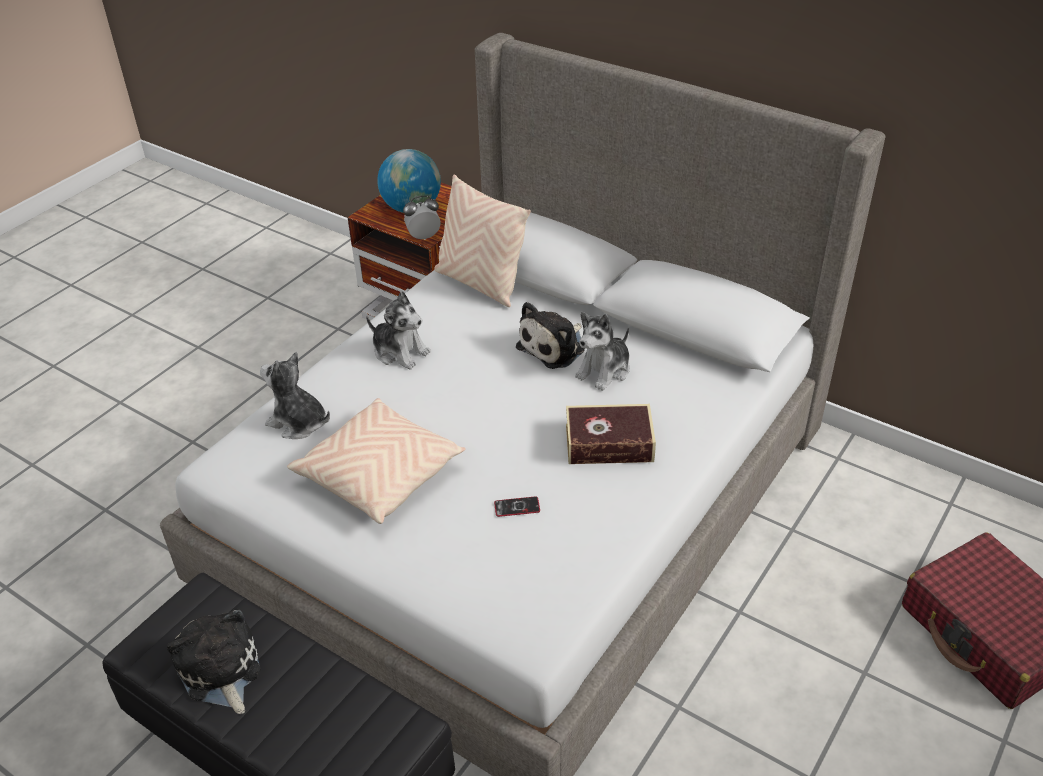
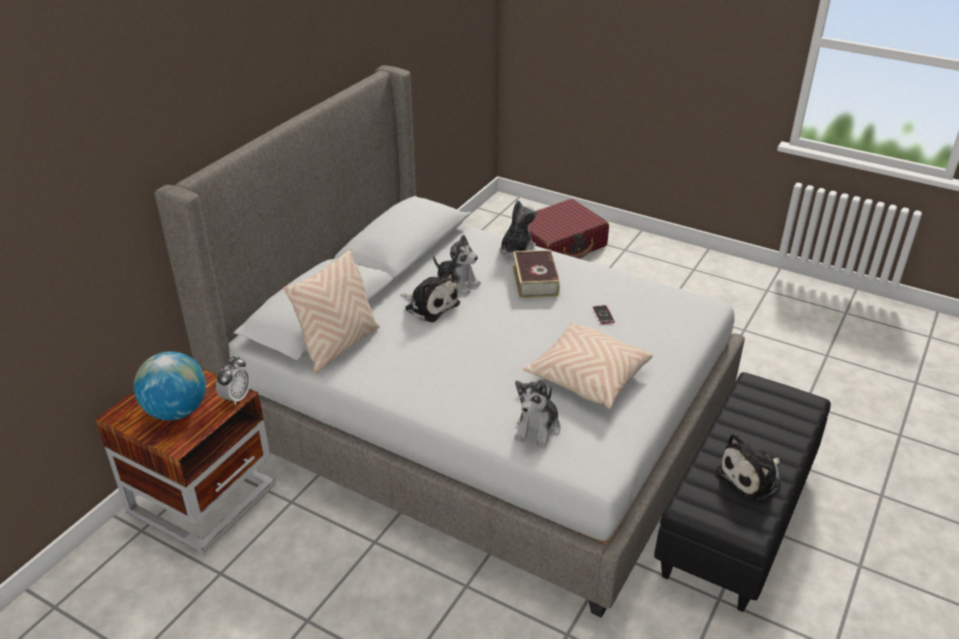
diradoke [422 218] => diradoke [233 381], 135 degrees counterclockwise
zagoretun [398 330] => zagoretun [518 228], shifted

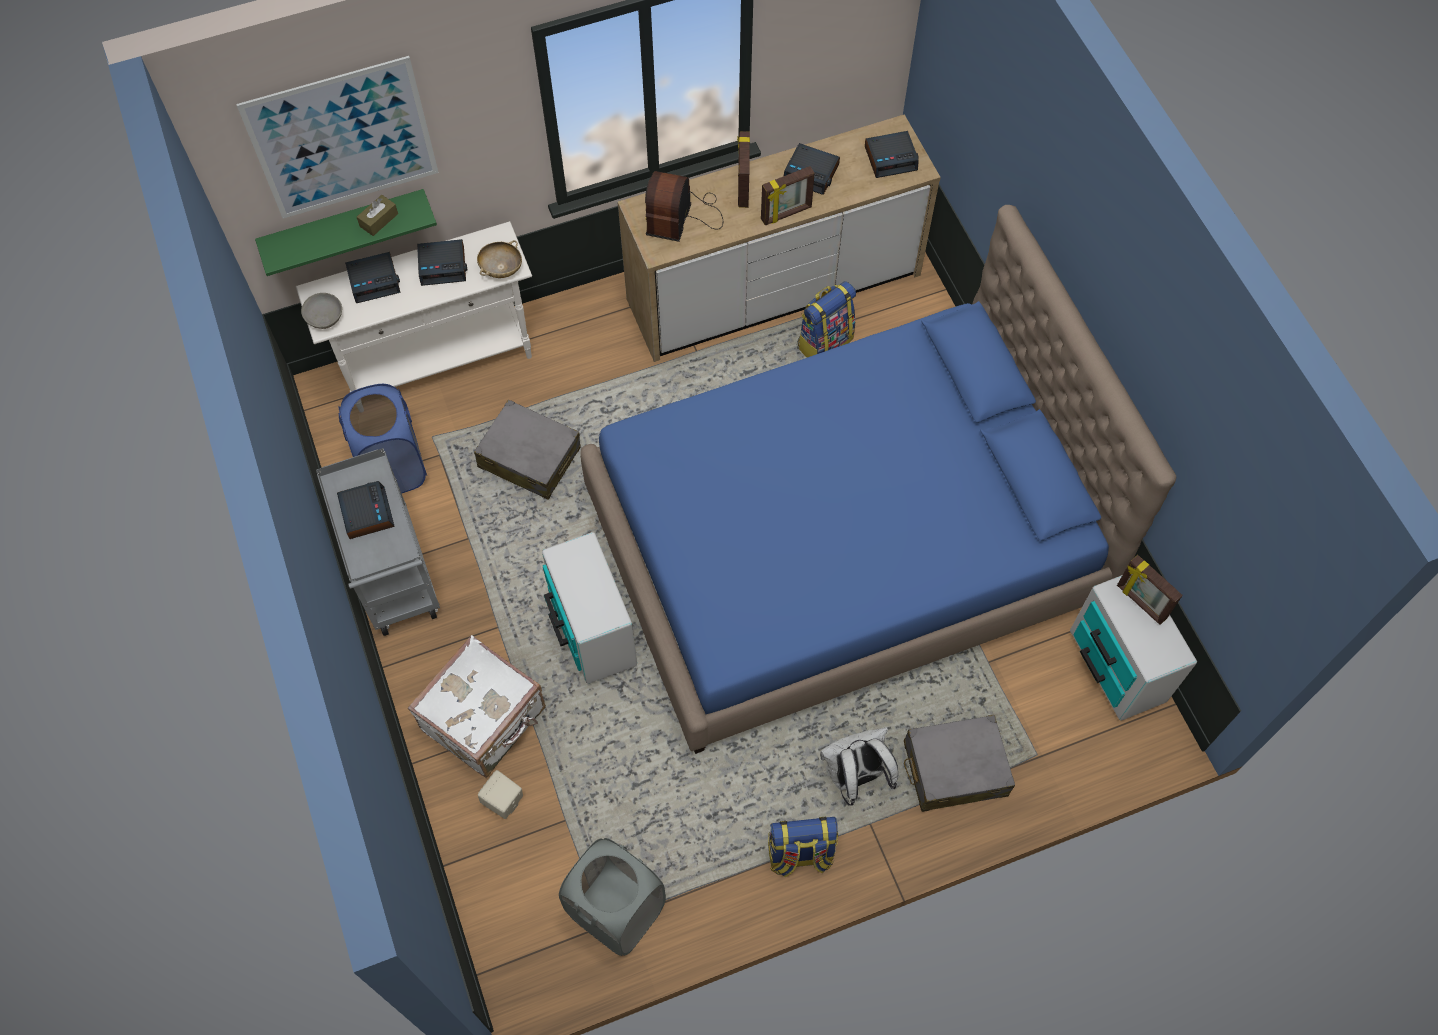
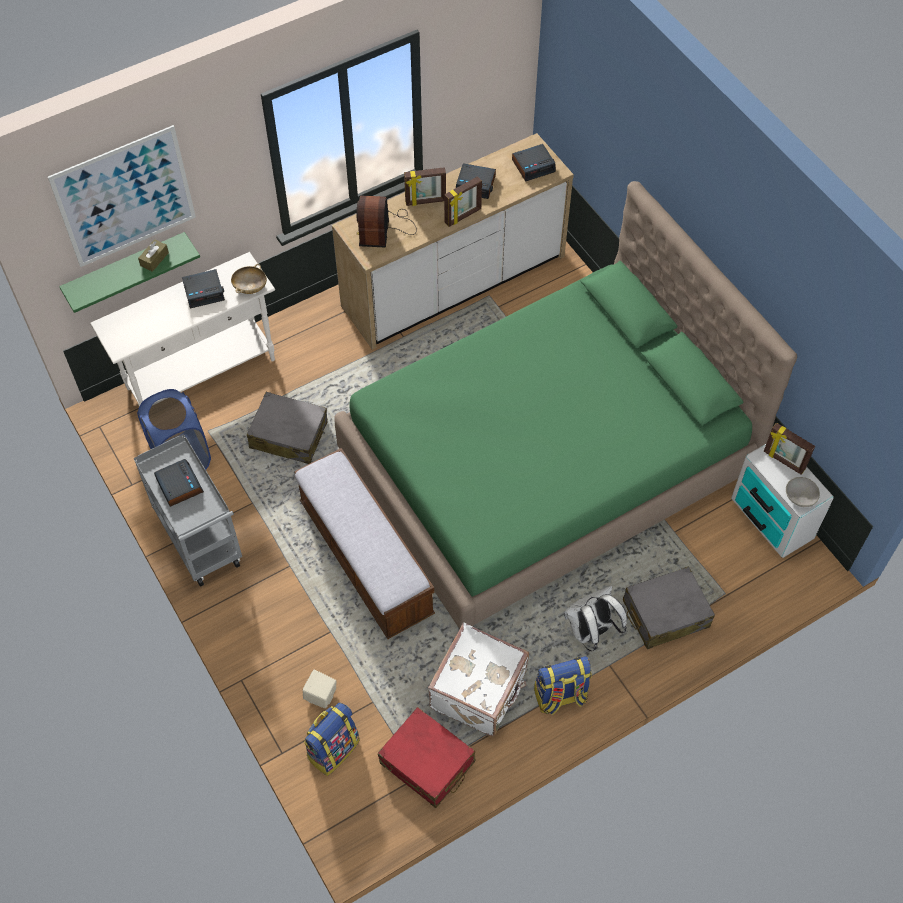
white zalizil [589 608] => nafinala [364 543]
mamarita [827 319] => mamarita [332 739], shifted
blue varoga [878 479] => green varoga [565 405]
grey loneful [612 897] => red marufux [426 757]
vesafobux [743 169] => vesafobux [425 186], 90 degrees counterclockwise
white marufux [477 706] => white marufux [478 679], shifted
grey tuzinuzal [321 311] => grey tuzinuzal [803 492], shifted
diradoke [373 277] => nothing

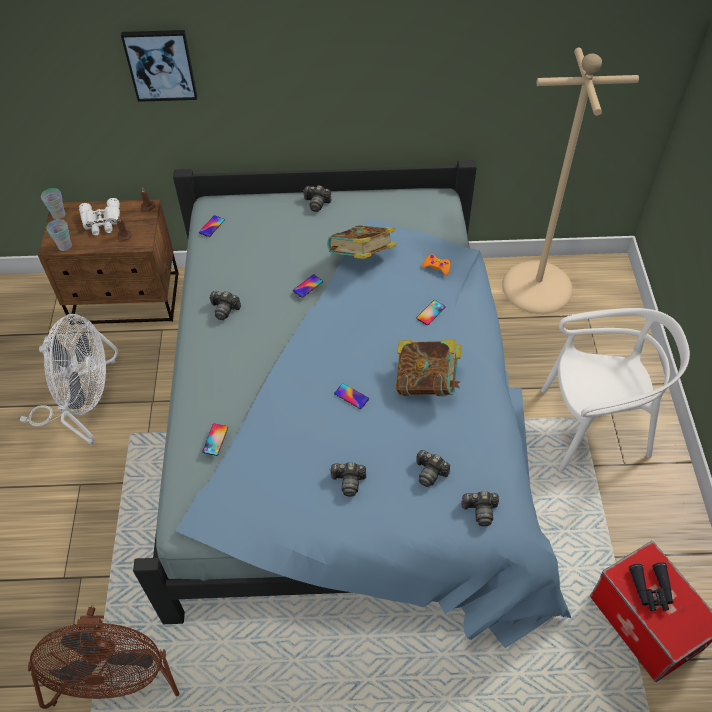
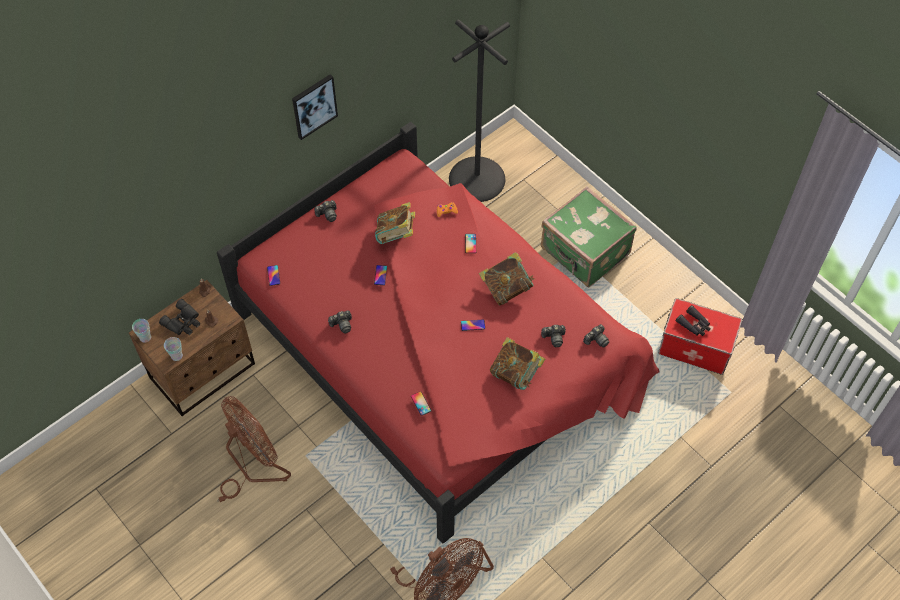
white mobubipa [99 216] => black mobubipa [179 317]
blue varoga [352 404] => red varoga [438 333]
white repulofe [68 379] => brown repulofe [254 449]
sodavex [159 66] => sodavex [315 107], shifted
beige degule [570 181] => black degule [479 111]
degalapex [348 479] => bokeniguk [517 363]
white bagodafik [615 390] => green marufux [589 237]

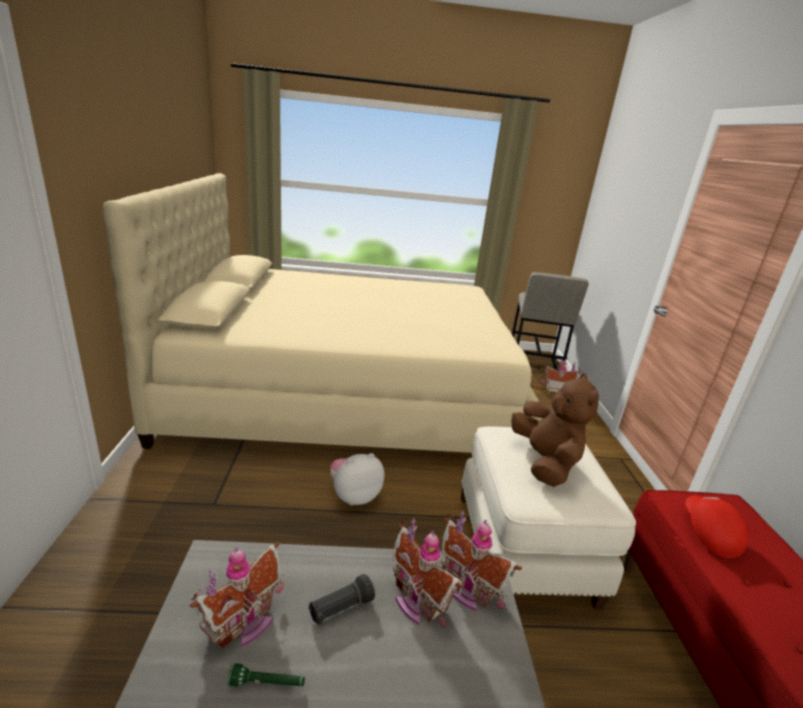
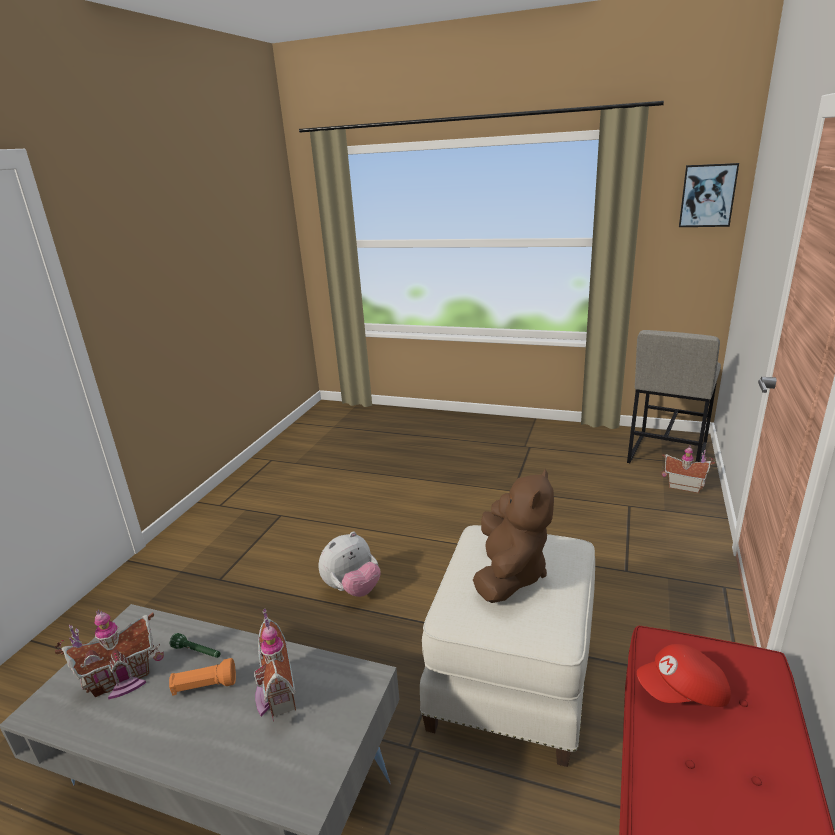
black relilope [341 599] => orange relilope [202 677]
green relilope [266 674] => green relilope [195 645], shifted
zagoretun [357 479] => zagoretun [349 564], 150 degrees clockwise
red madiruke [716 527] => red madiruke [684 675], 120 degrees counterclockwise
nothing => sodavex [709 195]
beige varoga [322 313] => nothing
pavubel [481 560] => nothing

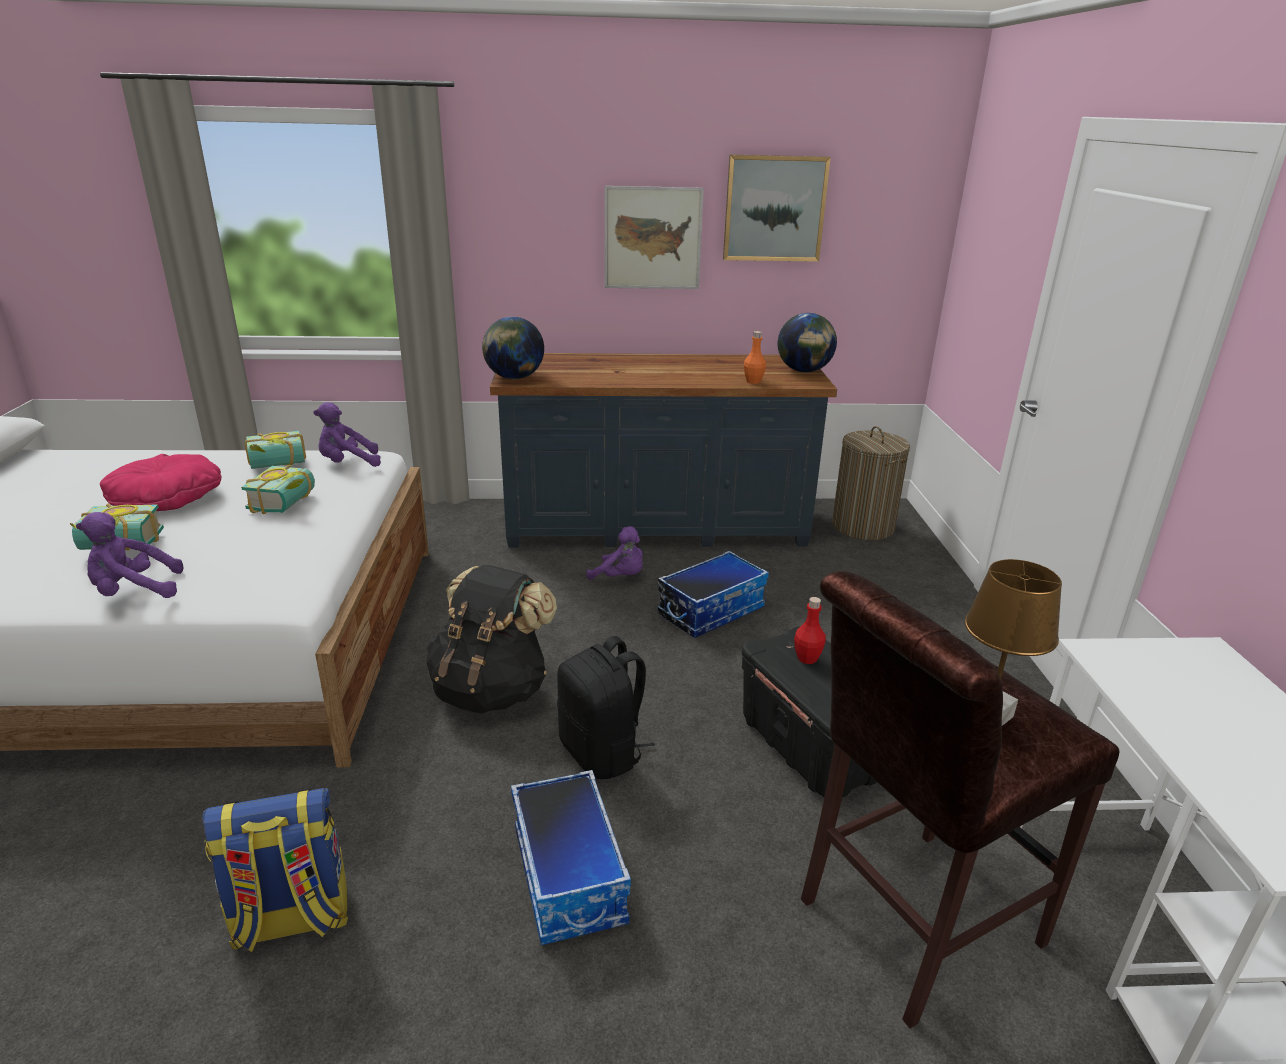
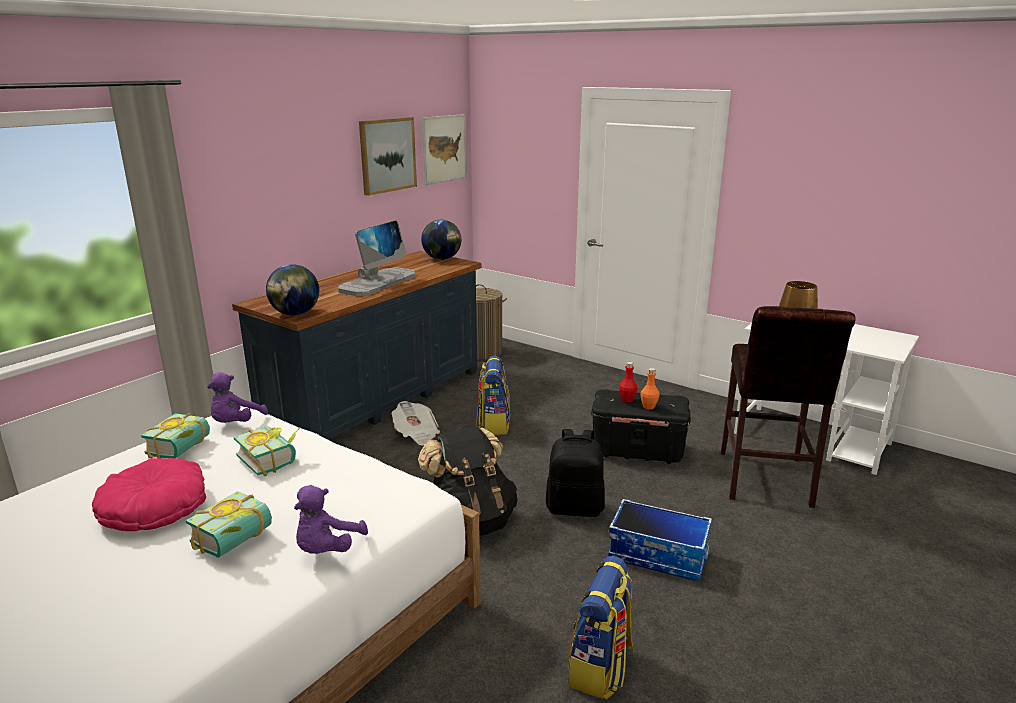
nothing => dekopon [377 258]
purple zagoretun [614 553] => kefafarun [415 423]
sodavex [654 237] => sodavex [444 149], shifted
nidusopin [713 594] => mamarita [493 395]
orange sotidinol [755 357] => orange sotidinol [650 388], shifted

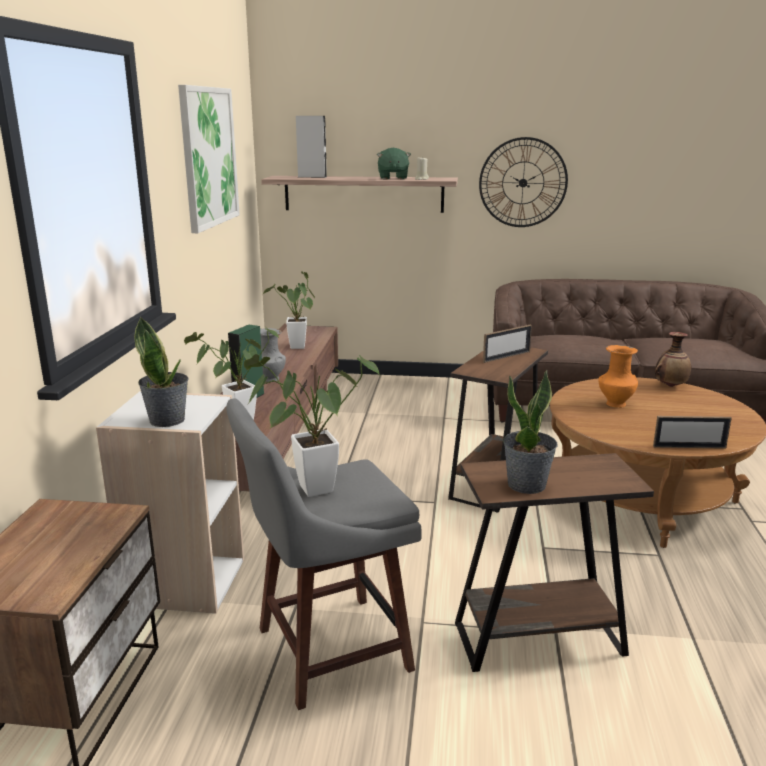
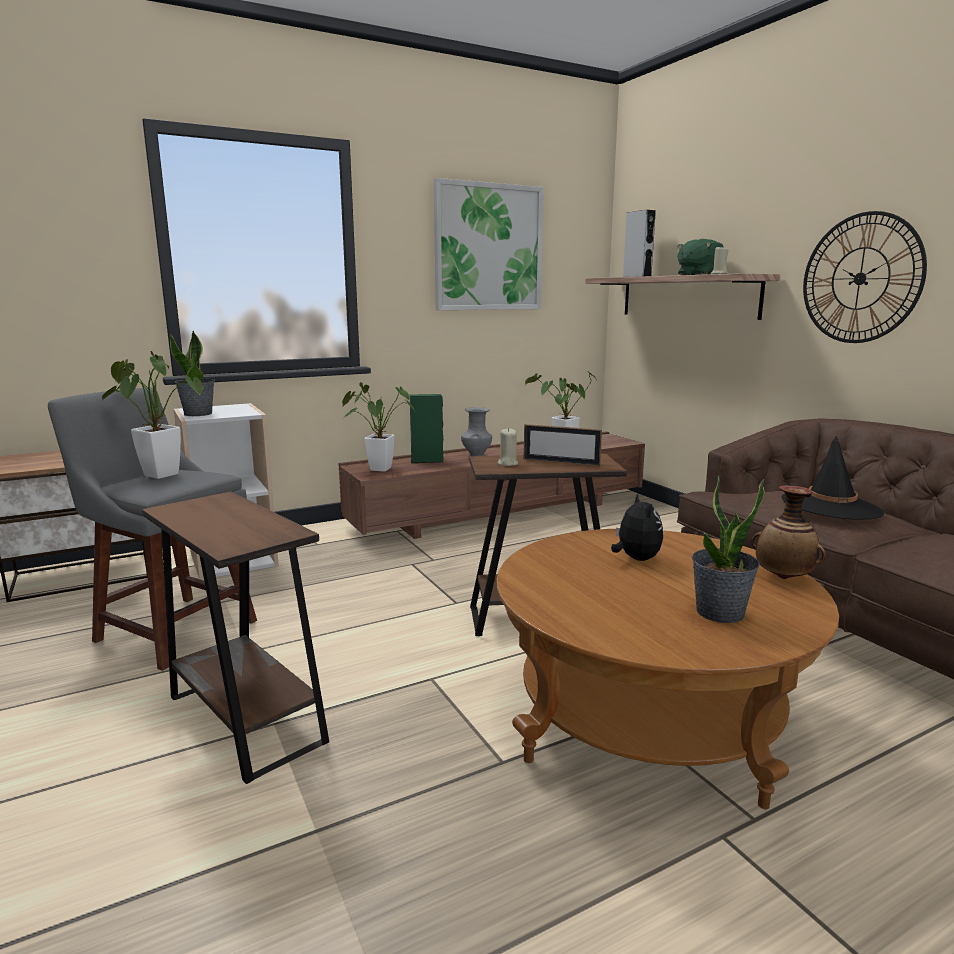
nothing => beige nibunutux [508 447]
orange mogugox [618 376] => zagoretun [637 527]
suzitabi [530 432] => suzitabi [728 549], shifted
nothing => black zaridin [833 478]
vesafobux [692 432] => nothing

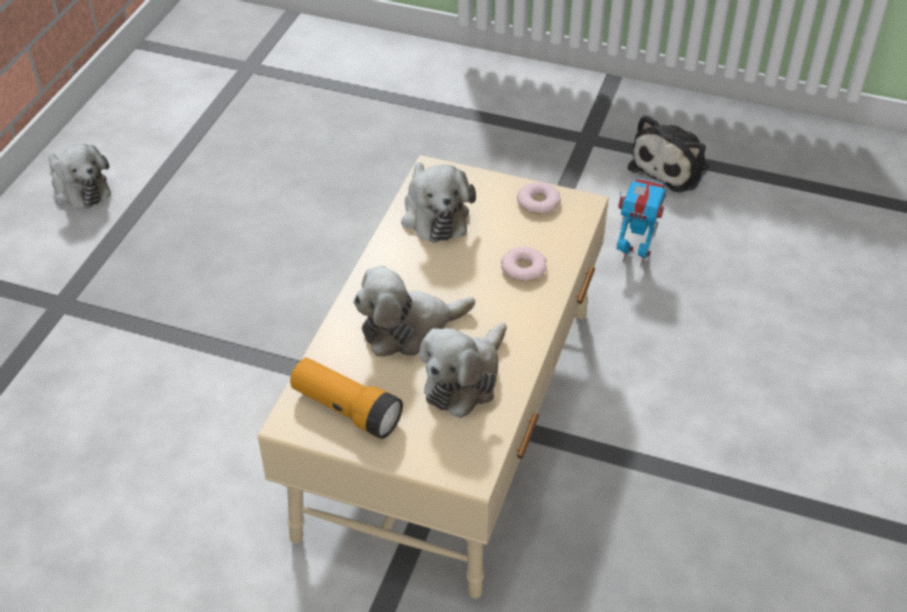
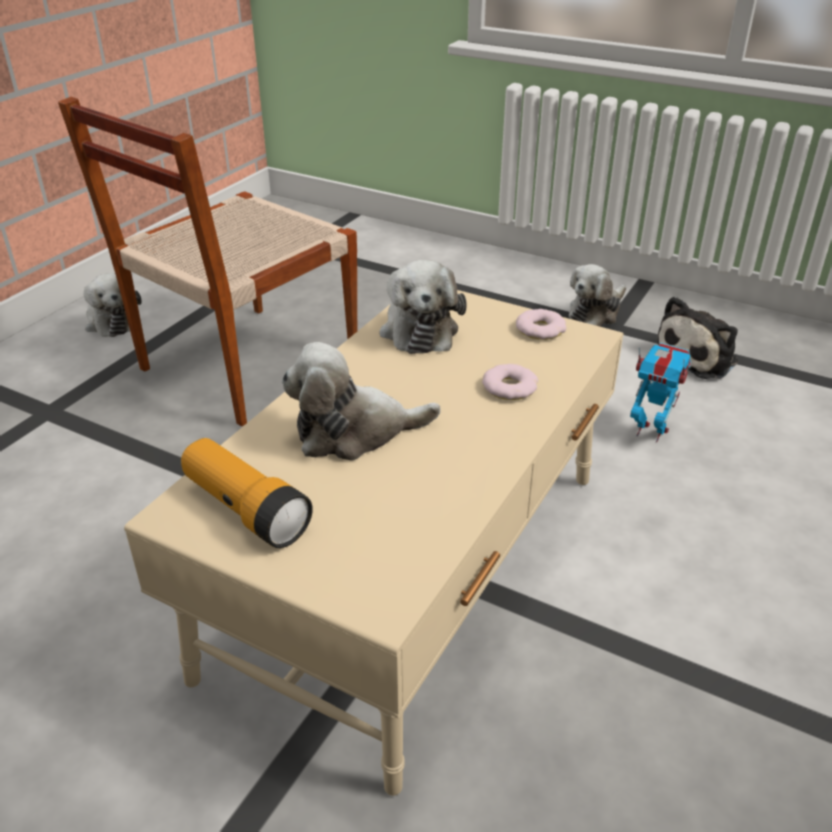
nothing => bagodafik [207 261]
zagoretun [463 370] => zagoretun [597 295], shifted

